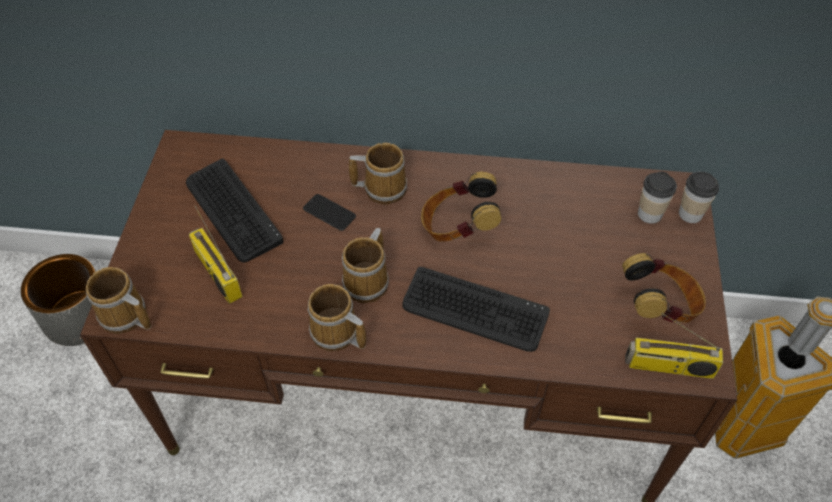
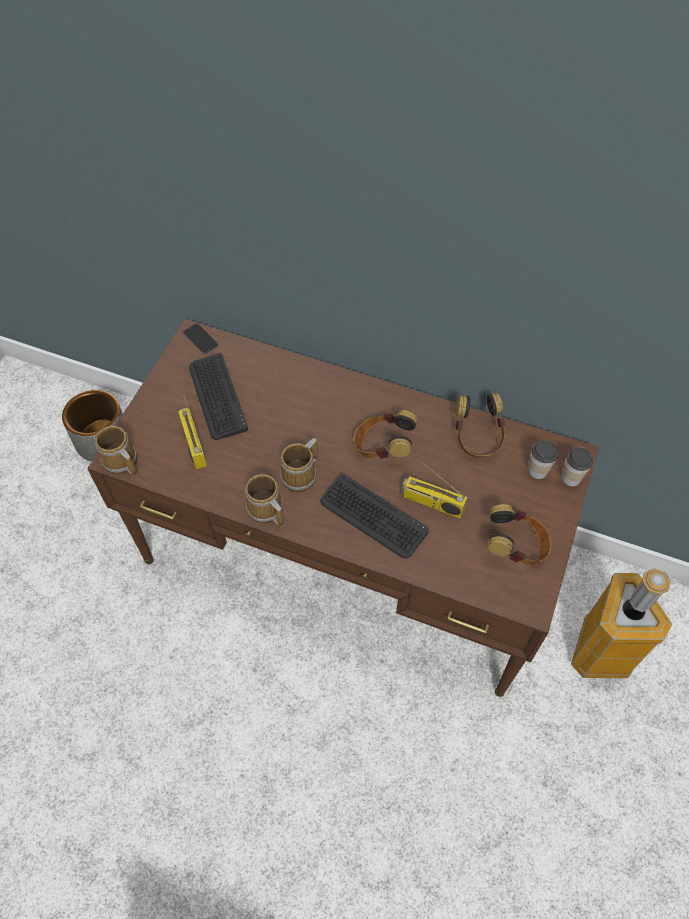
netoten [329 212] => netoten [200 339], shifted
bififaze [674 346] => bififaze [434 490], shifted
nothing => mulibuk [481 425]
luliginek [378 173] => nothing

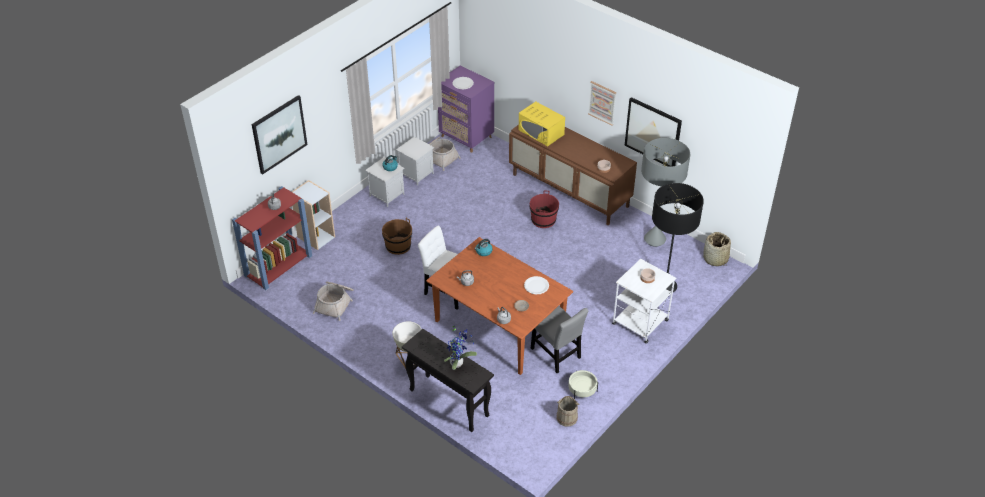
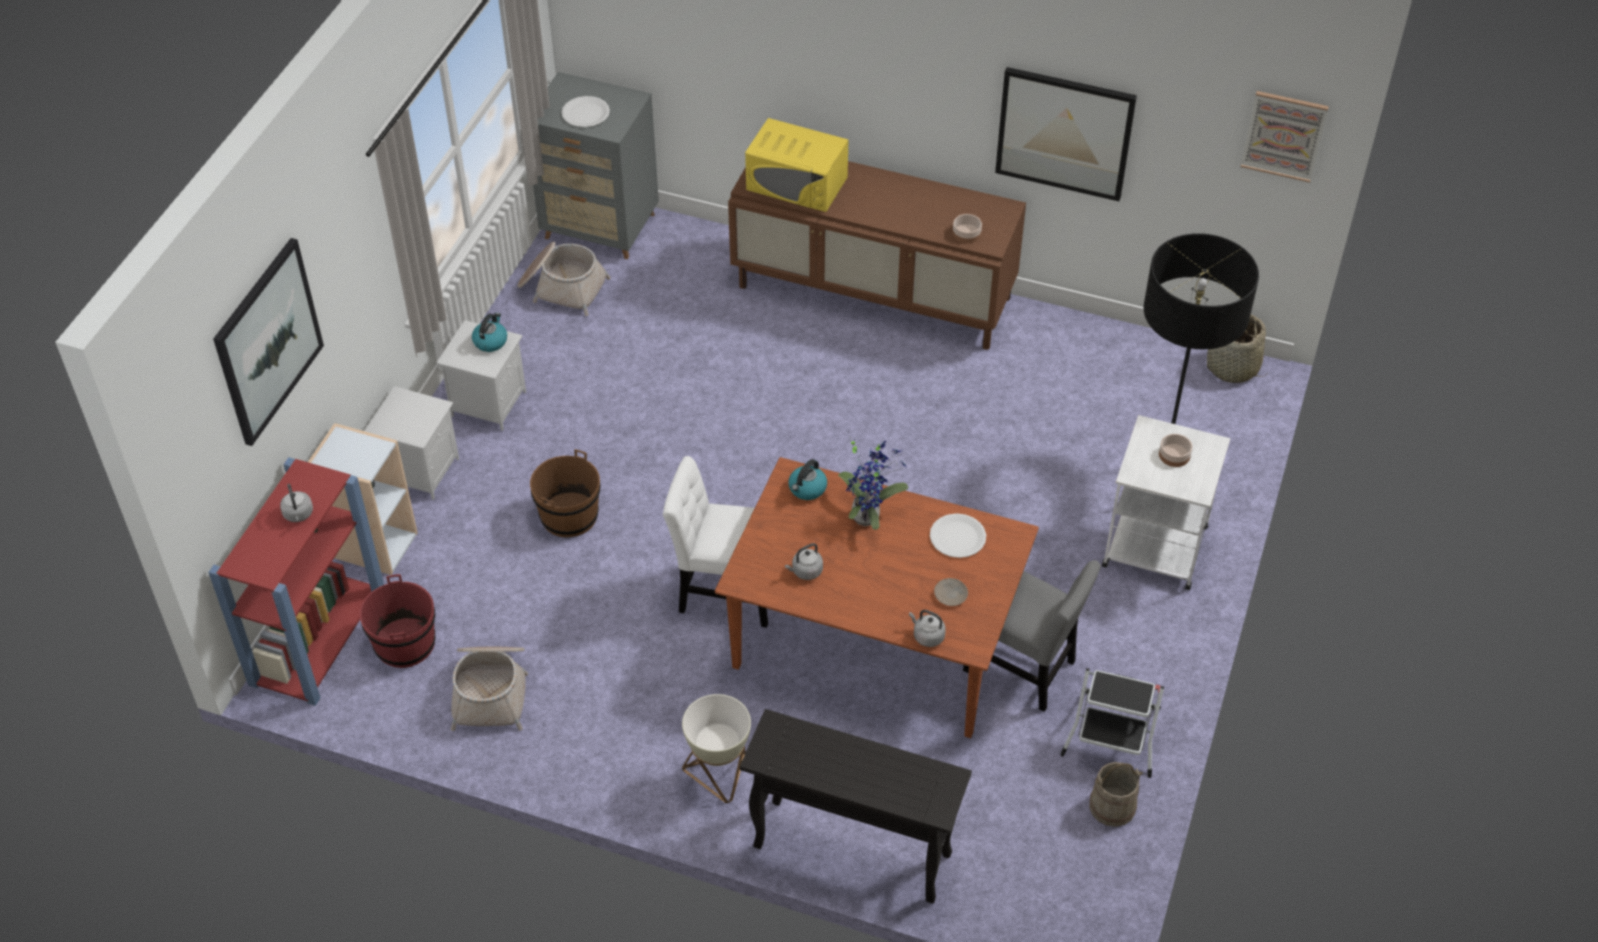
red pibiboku [544 209] => red pibiboku [397 621], shifted
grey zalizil [415 161] => grey zalizil [411 443], shifted
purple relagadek [466 109] => grey relagadek [596 165]
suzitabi [460 348] => suzitabi [873 483], shifted
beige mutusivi [583 384] => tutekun [1112 723]
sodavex [602 103] => sodavex [1285 136], shifted
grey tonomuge [665 192] => nothing

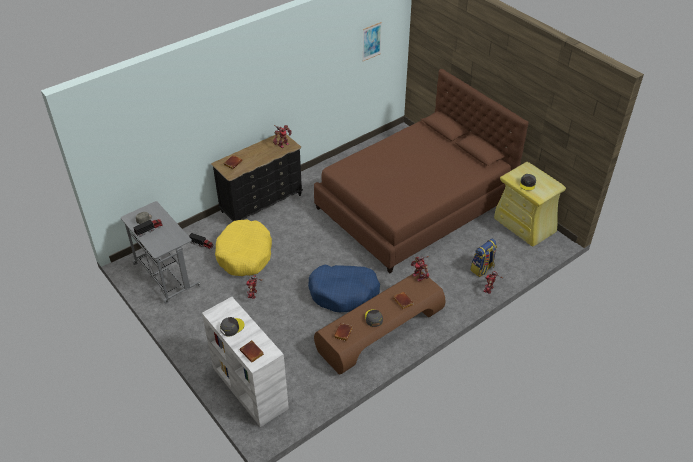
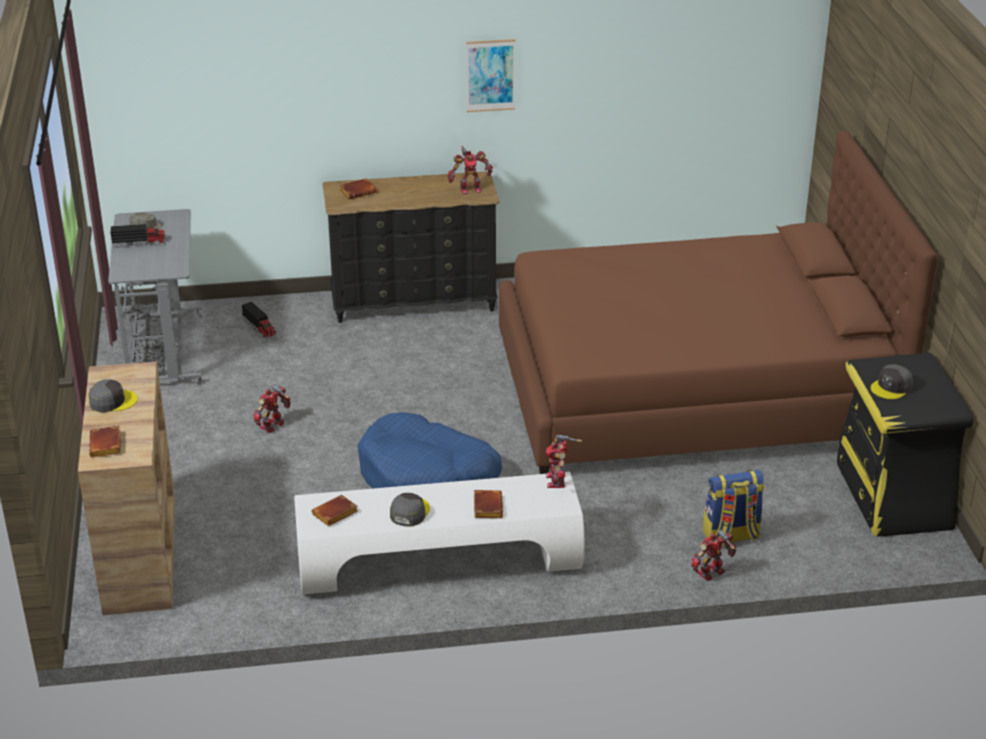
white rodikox [245 362] => brown rodikox [126 488]
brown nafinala [379 322] => white nafinala [439 533]
sodavex [372 41] => sodavex [491 75], shifted
yellow zalizil [530 204] => black zalizil [905 445]
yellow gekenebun [243 247] => nothing

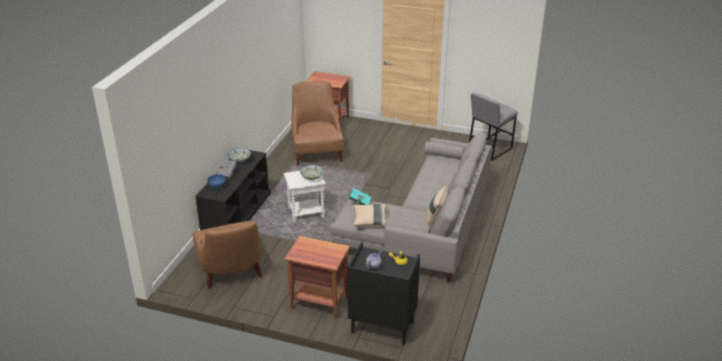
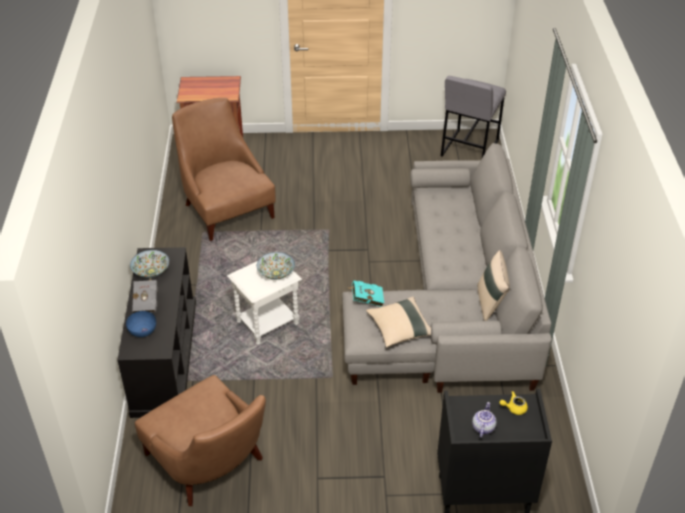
zalizil [317 277] => nothing

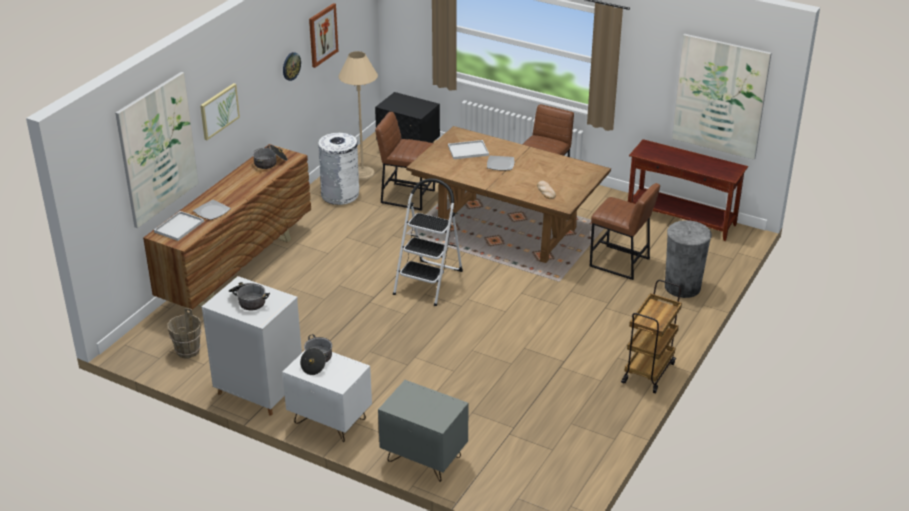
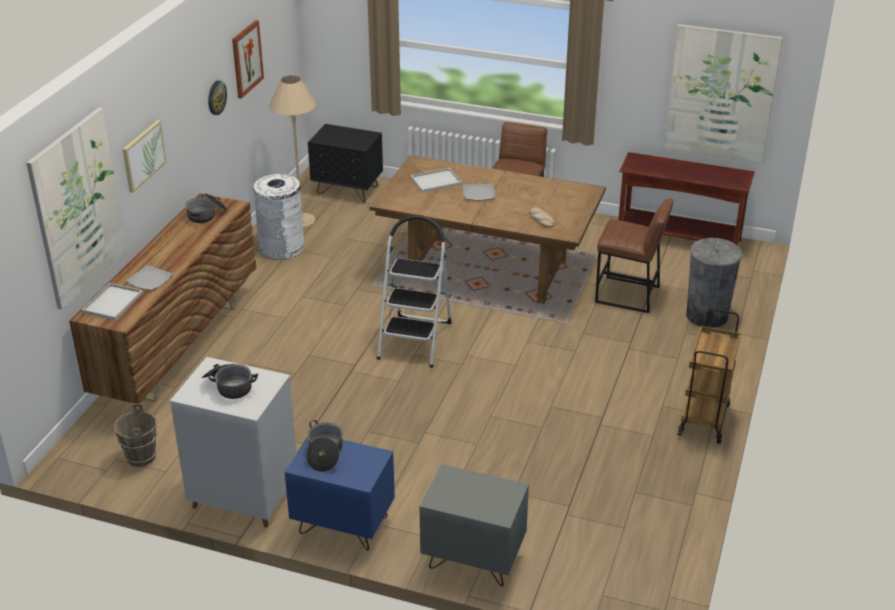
white zalizil [327 396] => blue zalizil [340 494]
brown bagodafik [405 161] => nothing

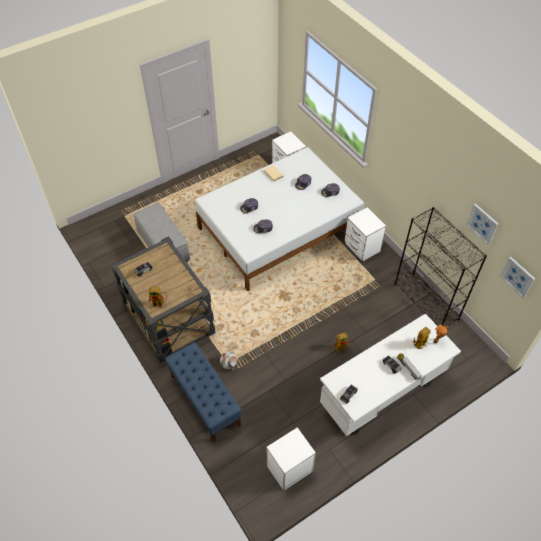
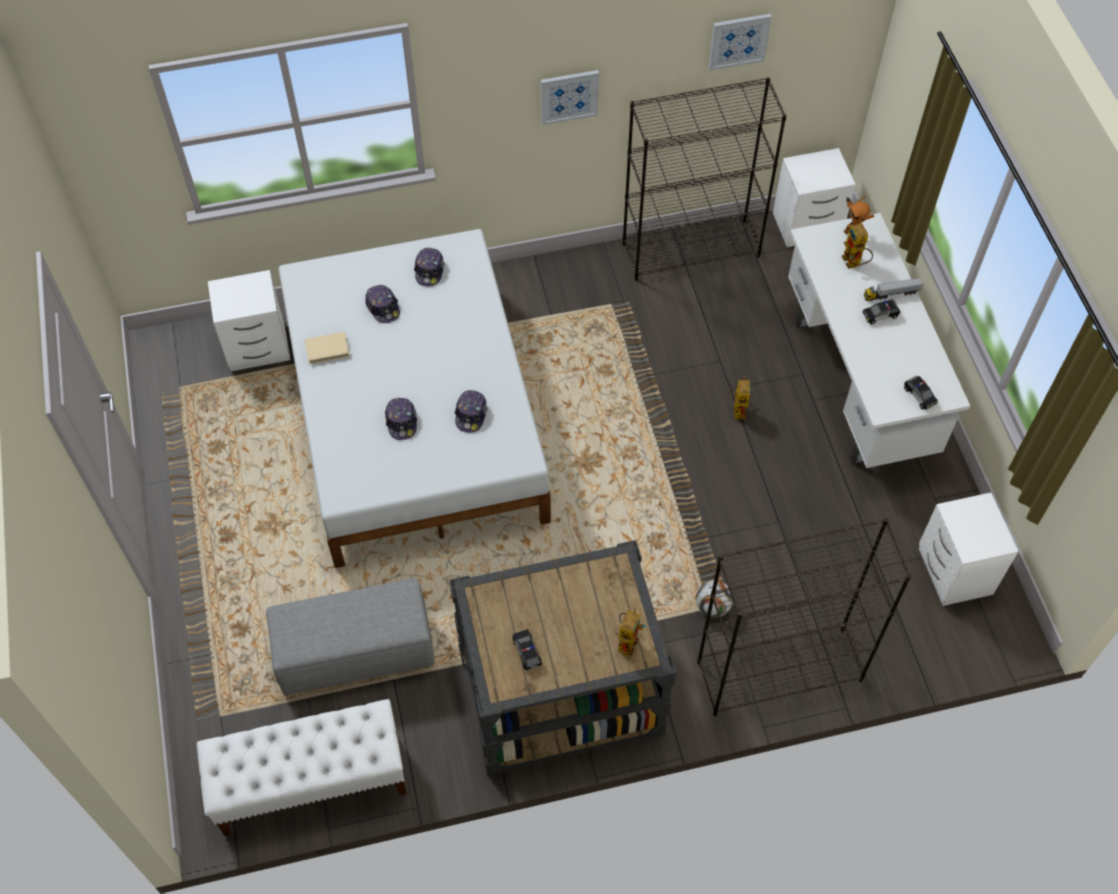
nothing => white nafinala [302 767]
sodavex [517 277] => sodavex [570 97], shifted
blue nafinala [203 392] => black rodikox [804 617]
white zalizil [365 234] => white zalizil [814 197], shifted

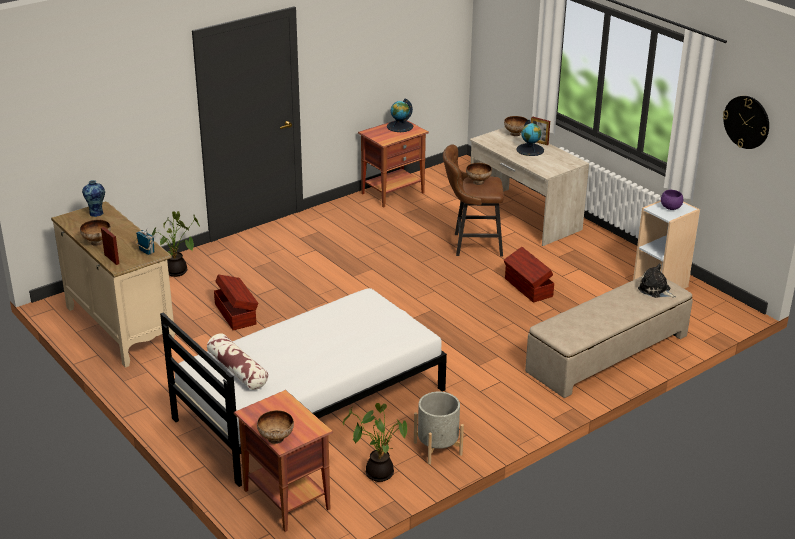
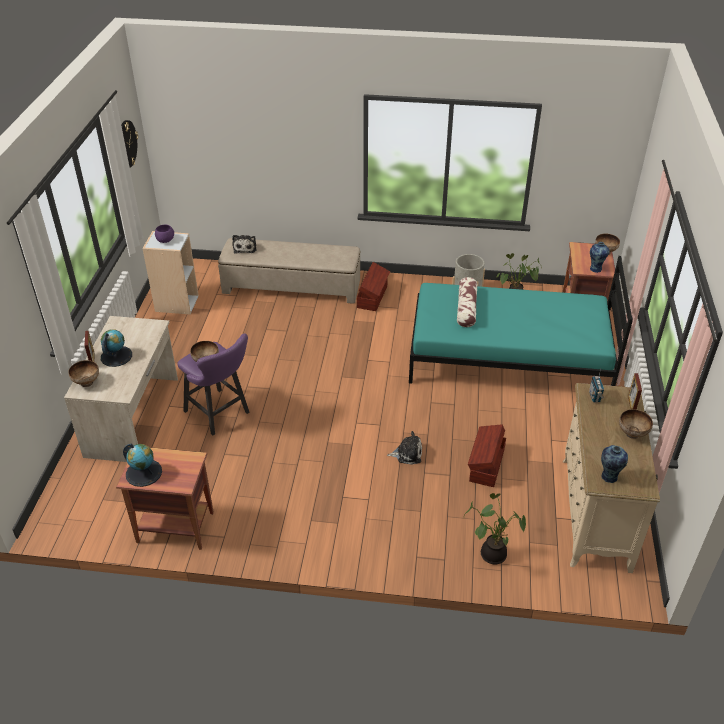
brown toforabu [473 200] => purple toforabu [213 384]
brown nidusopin [529 275] => brown nidusopin [373 286], shifted
nothing => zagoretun [404 448]
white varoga [303 387] => turquoise varoga [521 321]
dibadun [237 361] => dibadun [467 302], shifted
nothing => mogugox [600 257]

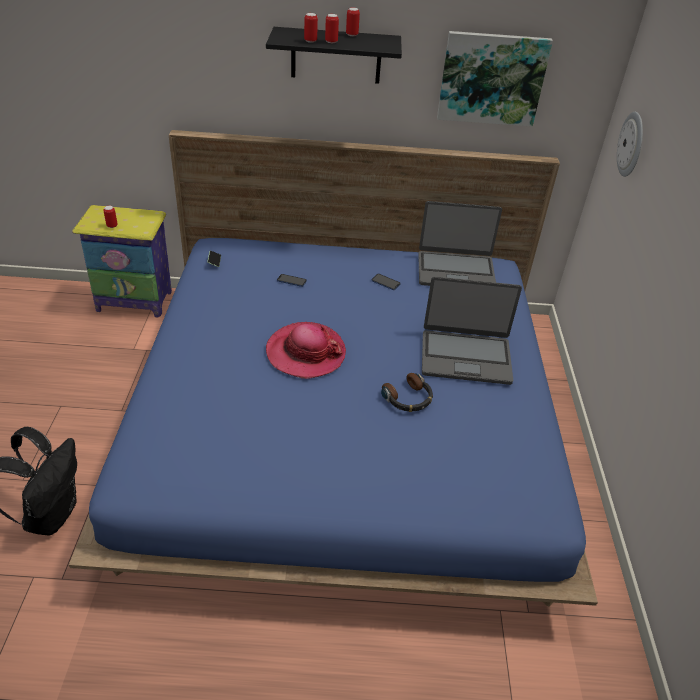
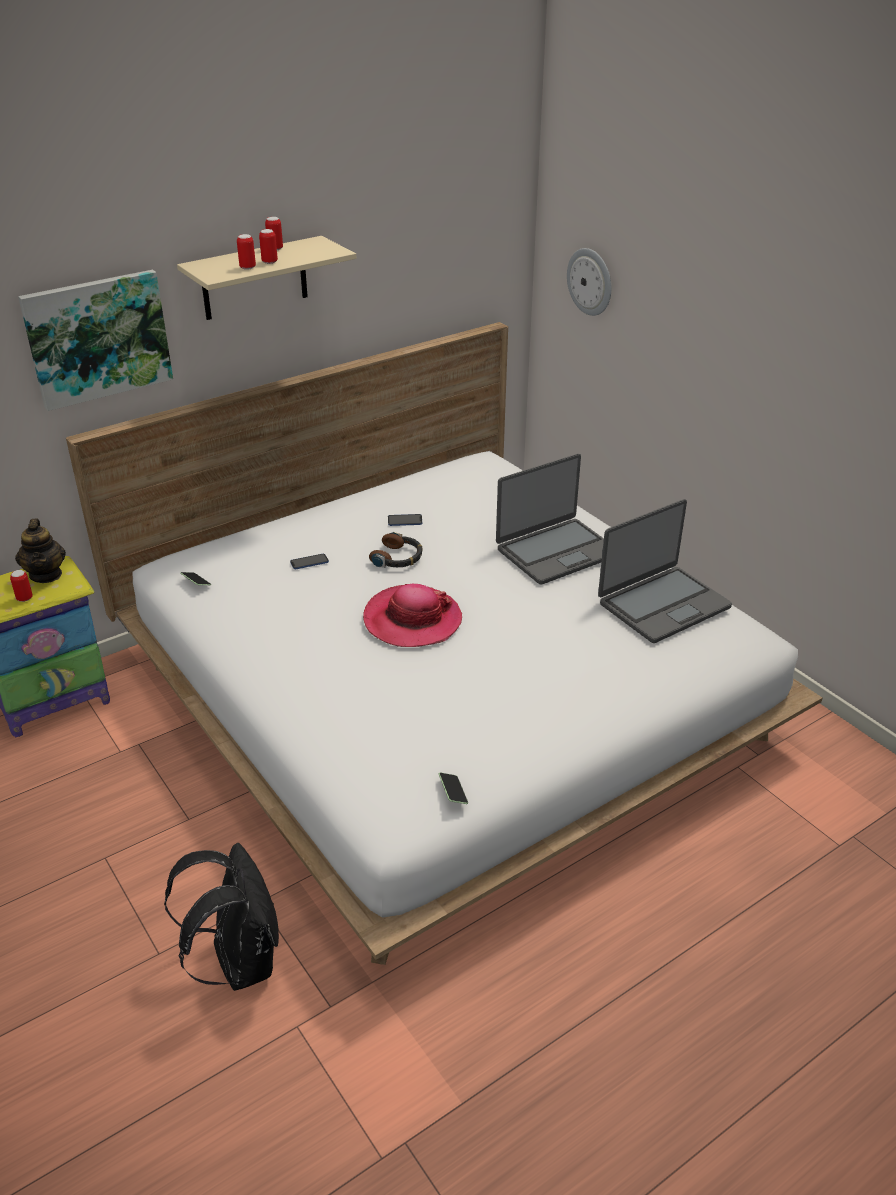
nothing => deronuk [40 551]
sodavex [495 79] => sodavex [95 340], shifted
blue varoga [333 368] => white varoga [444 643]
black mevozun [334 55] => beige mevozun [266 278]
mulibuk [407 392] => mulibuk [395 550], shifted
nothing => netoten [453 788]
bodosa [460 243] => bodosa [665 571], shifted

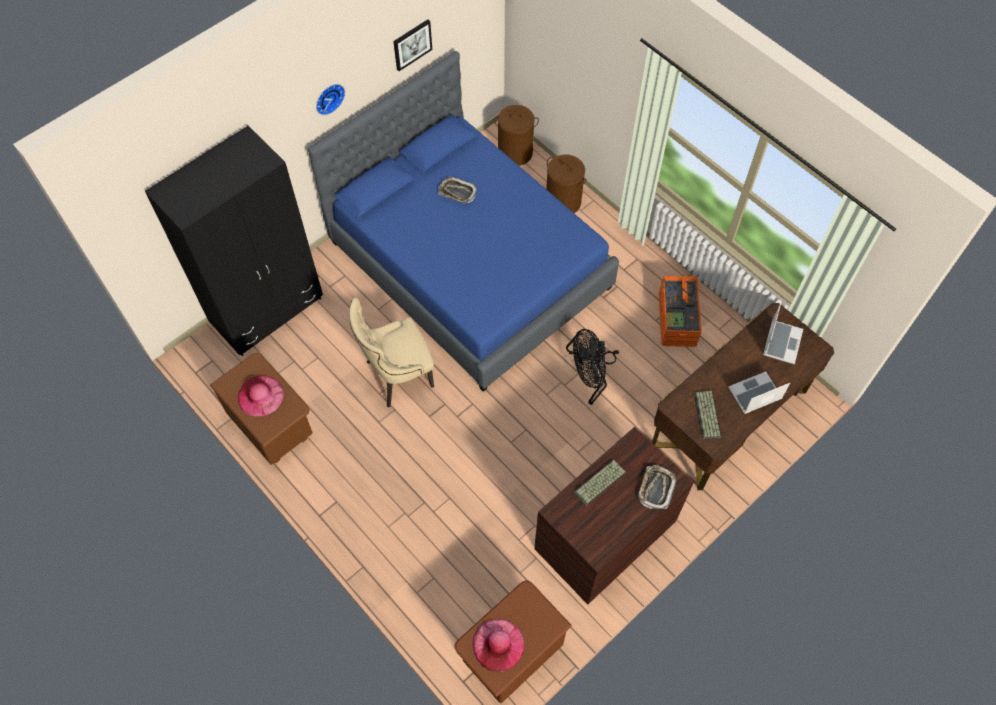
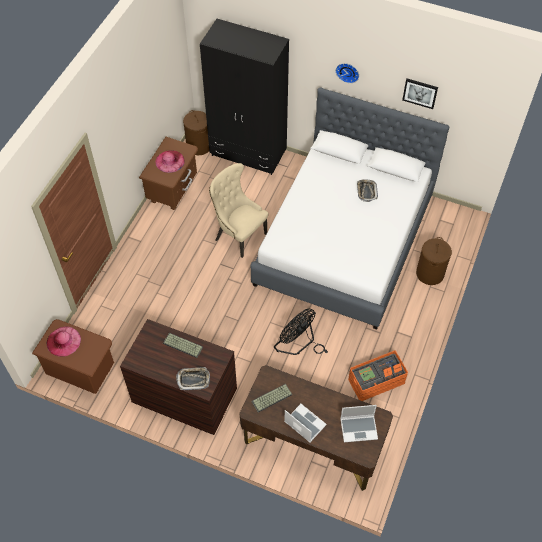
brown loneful [516 135] => brown loneful [196 132], shifted
blue varoga [463 221] => white varoga [350 208]

